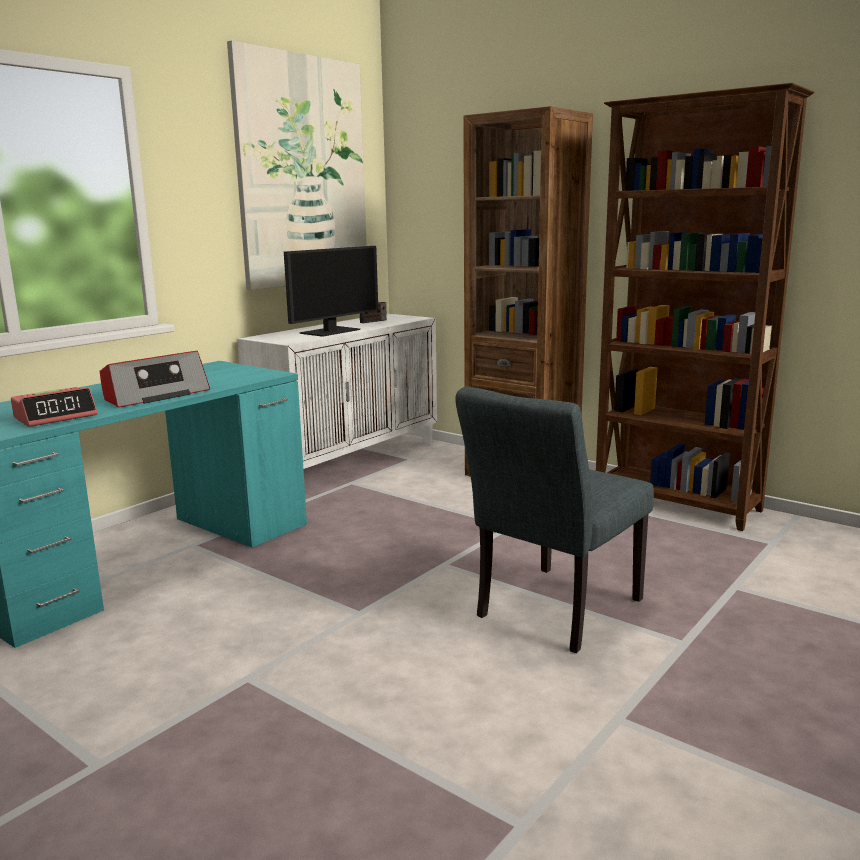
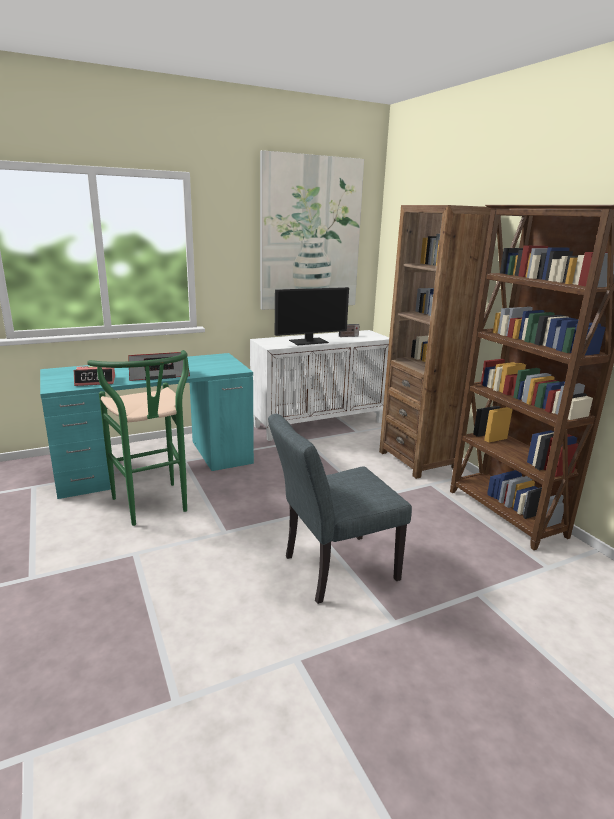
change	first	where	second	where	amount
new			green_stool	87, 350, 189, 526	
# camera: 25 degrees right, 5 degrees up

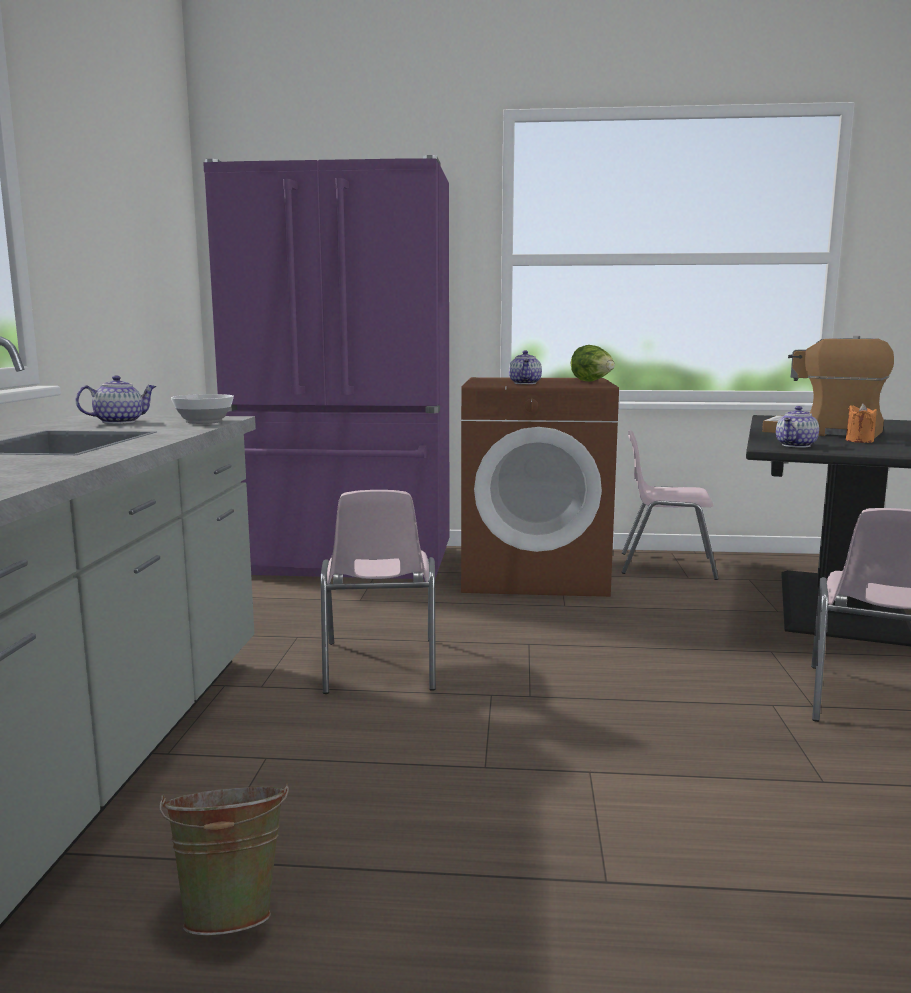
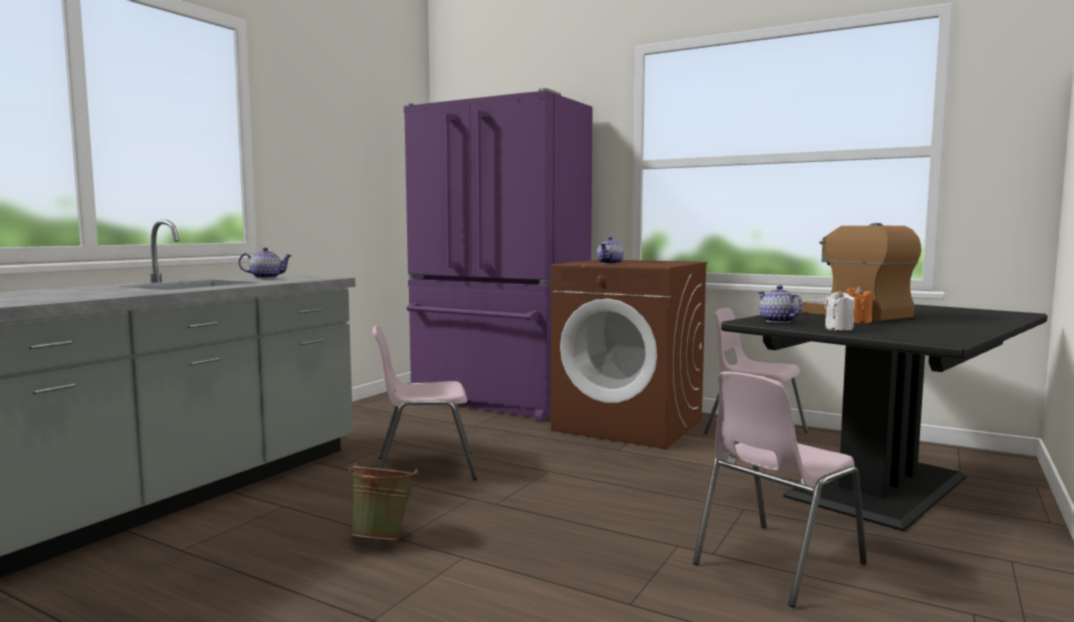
change	first	where	second	where	amount
gone	bowl	171, 394, 234, 424			
gone	lettuce	571, 345, 615, 382			
new			white_candle	825, 290, 855, 331	
shifted	green_bucket	159, 783, 289, 935		349, 463, 418, 540	
rotated	pink_chair	320, 490, 436, 694		373, 325, 477, 480	60 degrees clockwise
rotated	teapot	776, 406, 819, 448		758, 285, 803, 323	90 degrees clockwise
# camera: 25 degrees right, 5 degrees down

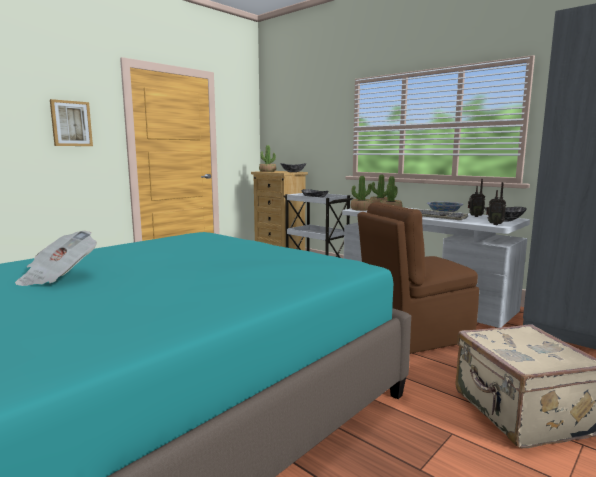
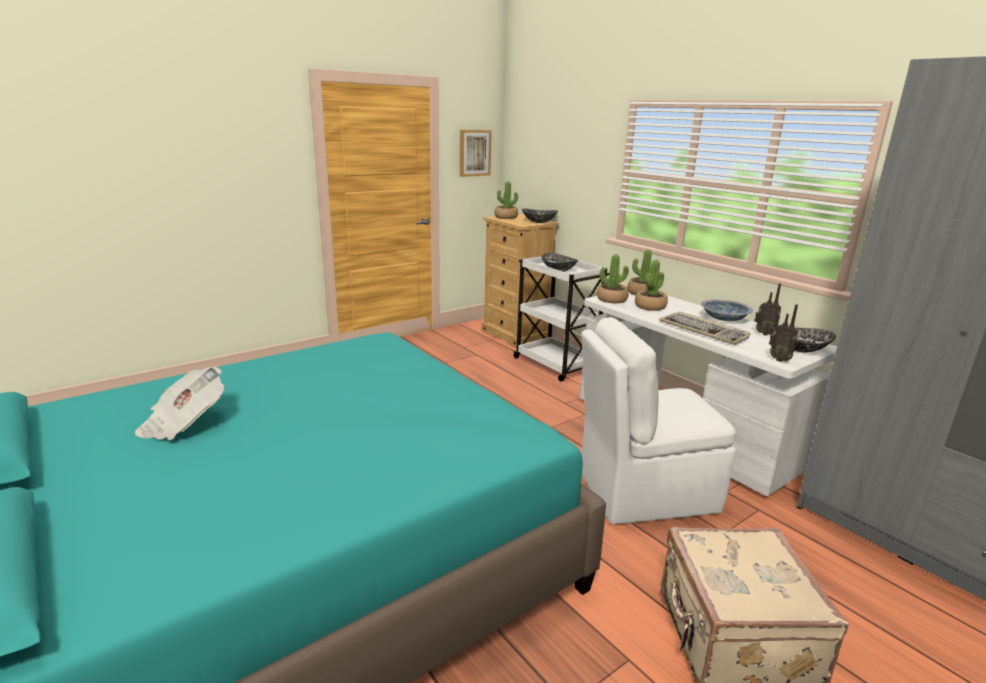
change	first	where	second	where	amount
shifted	picture	50, 99, 93, 146		460, 130, 492, 177	
repainted	brown_chair	357, 202, 479, 354	white_chair	581, 317, 736, 525	
# camera: 10 degrees right, 10 degrees up

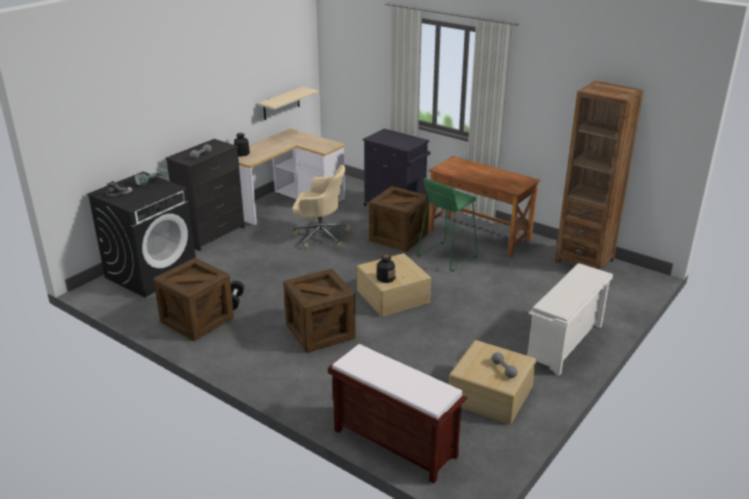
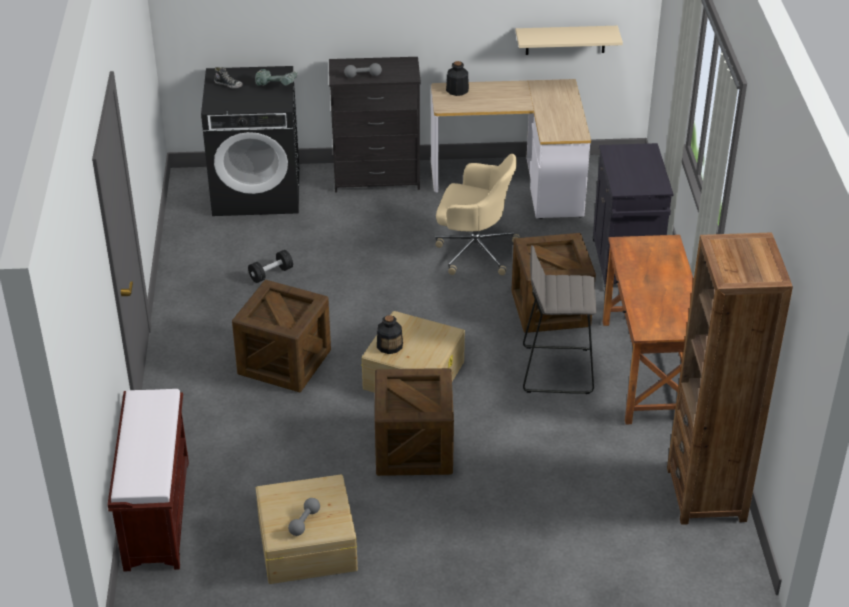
change	first	where	second	where	amount
gone	white_shoe_rack	527, 263, 613, 376			
shifted	crate	153, 258, 234, 341		375, 368, 454, 476	
repainted	green_stool	416, 178, 477, 272	grey_stool	523, 245, 597, 394	
rotated	beige_office_chair	292, 165, 351, 250		435, 154, 520, 275	45 degrees counterclockwise
# camera: 50 degrees right, 10 degrees up

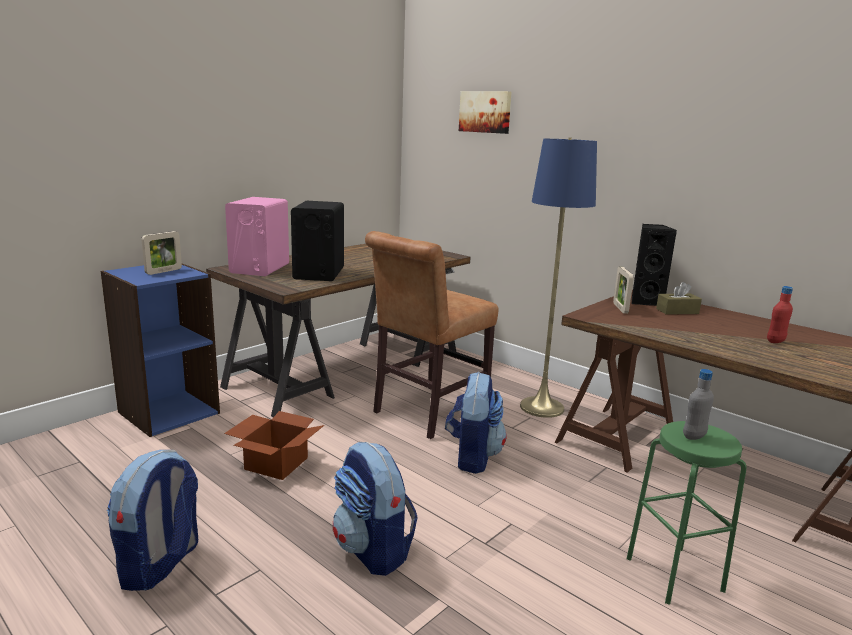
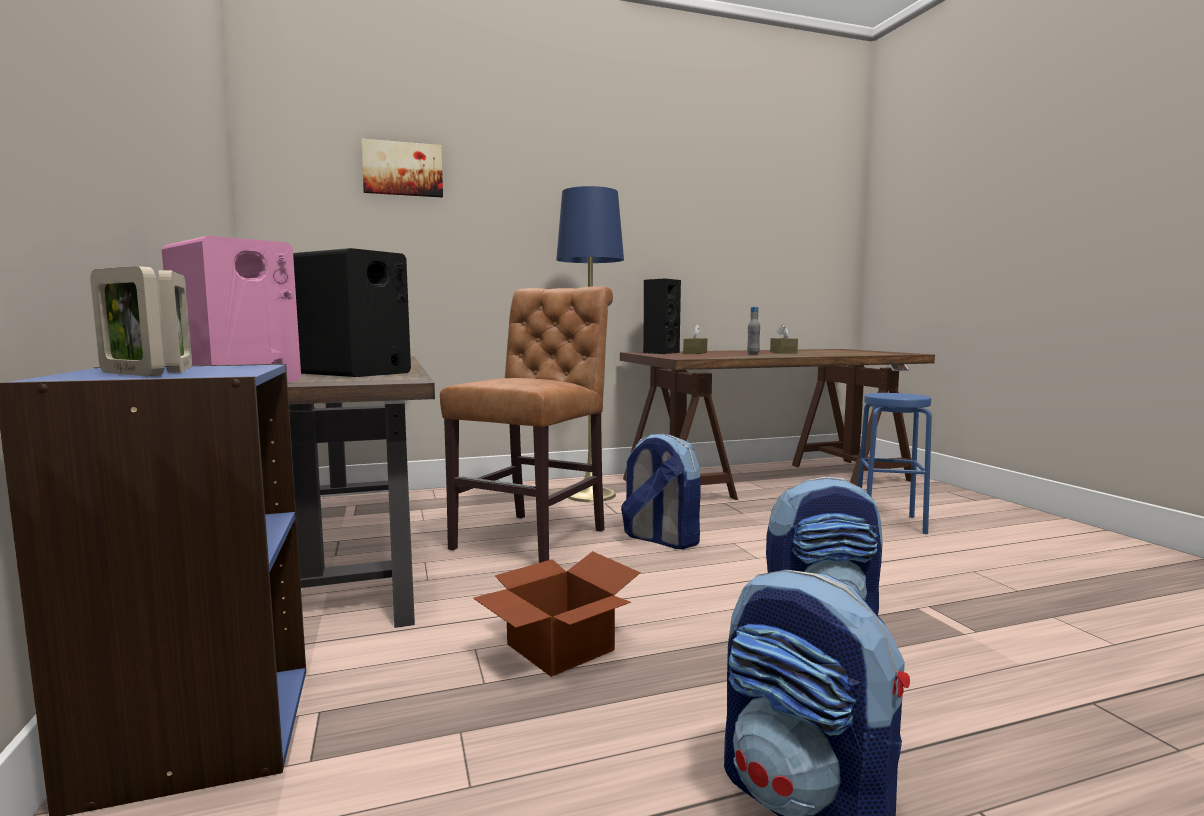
change	first	where	second	where	amount
shifted	picture_frame	613, 267, 634, 314		90, 266, 164, 376	
shifted	grey_bottle	683, 369, 714, 440		747, 307, 760, 355	
swapped	red_bottle	767, 286, 793, 343	brown_tissue_box	770, 325, 798, 354	
repainted	green_stool	627, 421, 747, 605	blue_stool	857, 393, 932, 534	
rotated	brown_chair	365, 231, 499, 439		440, 287, 613, 563	135 degrees counterclockwise
# camera: 60 degrees left, 10 degrees down

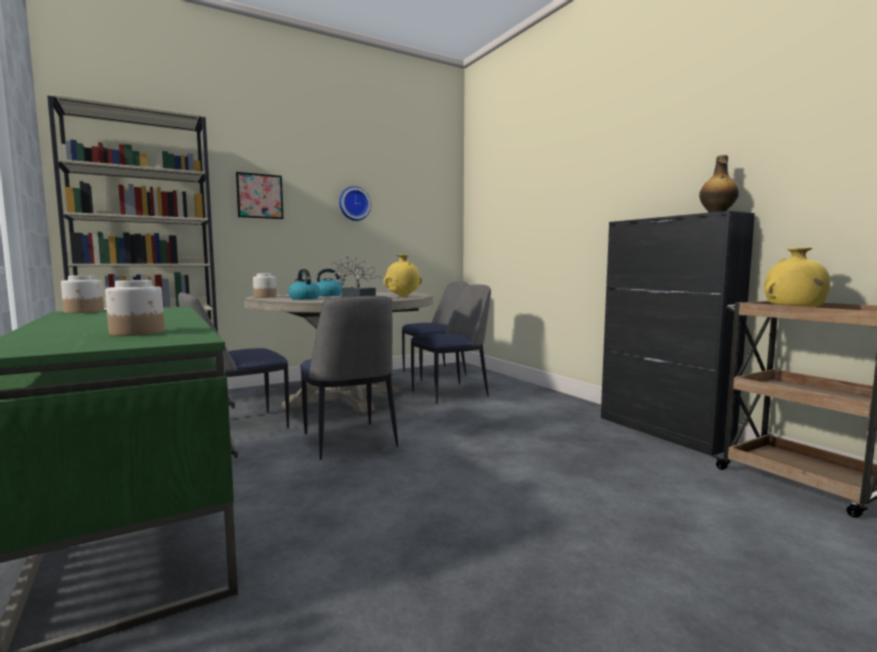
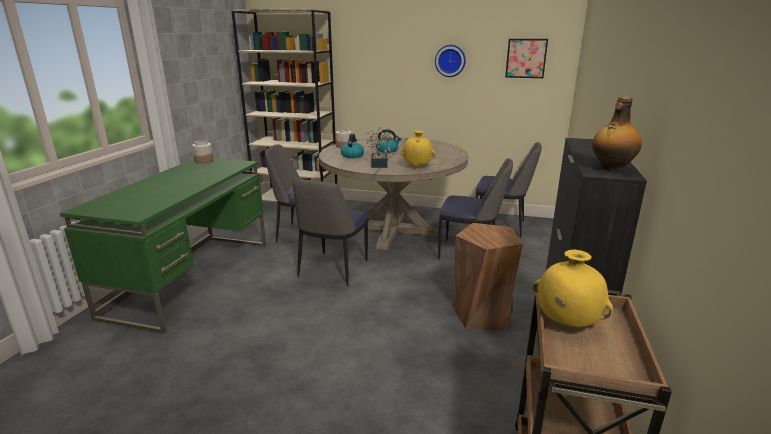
change	first	where	second	where	amount
gone	jar	105, 280, 165, 336			
new			brown_stool	453, 223, 523, 331	
shifted	picture	236, 172, 283, 219		505, 39, 548, 78	
# camera: 45 degrees right, 15 degrees up

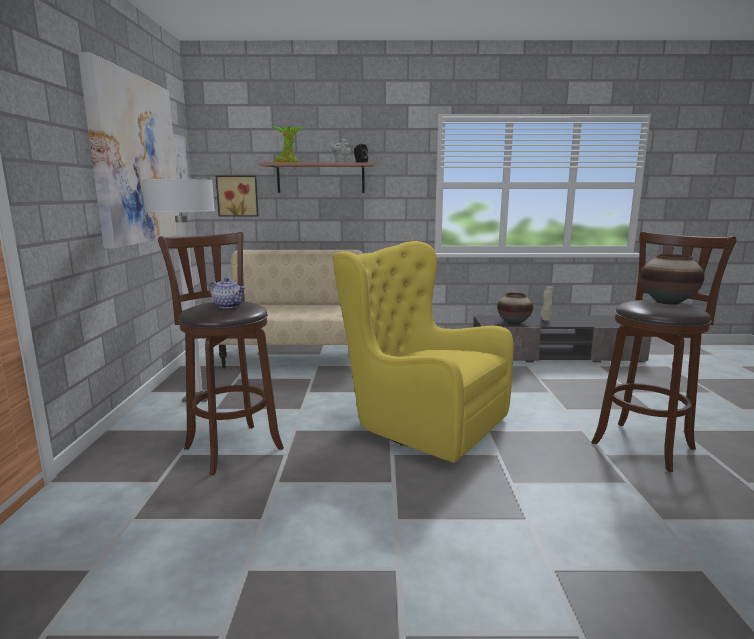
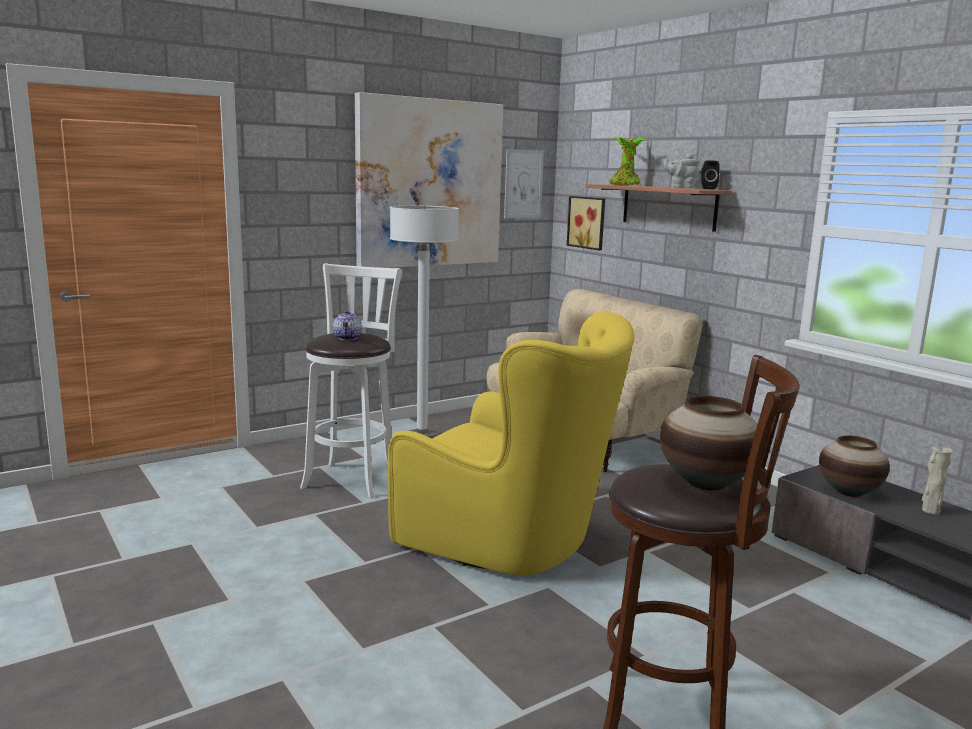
change	first	where	second	where	amount
repainted	brown_stool	158, 232, 284, 475	white_stool	300, 263, 402, 499	
rotated	yellow_armchair	332, 241, 514, 463		388, 312, 635, 575	120 degrees clockwise
# camera: 55 degrees right, 0 degrees up

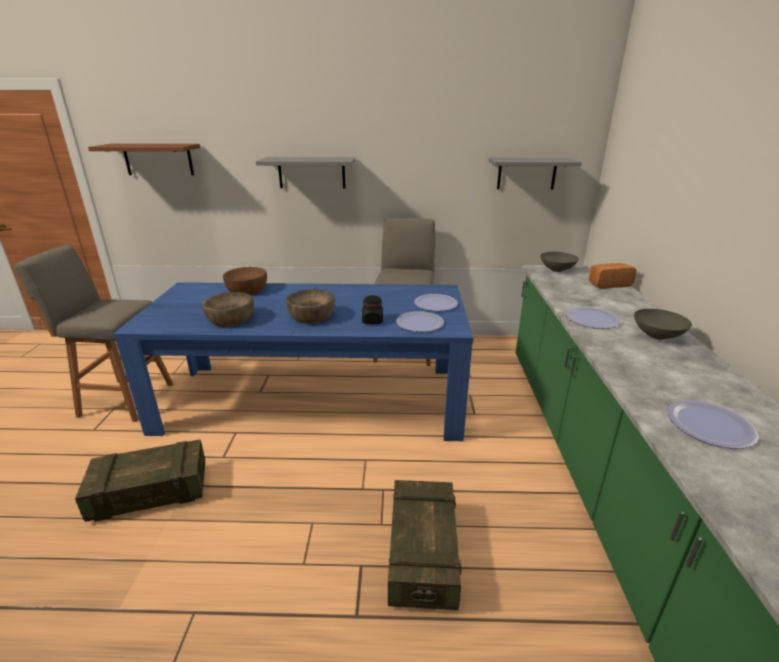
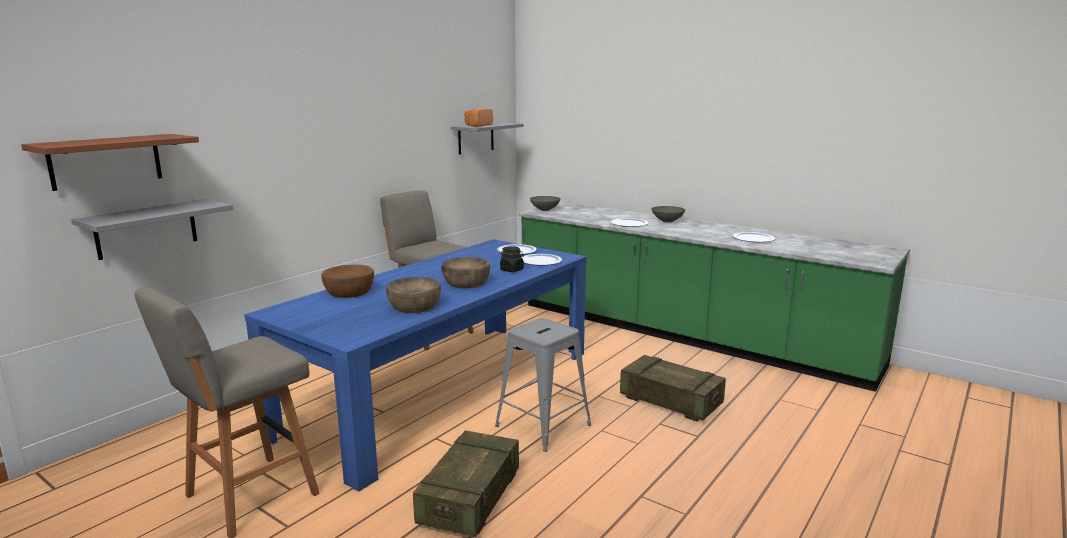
change	first	where	second	where	amount
new			grey_stool	495, 318, 591, 452	
shifted	grey_shelf	256, 157, 356, 189		71, 199, 233, 260	
shifted	bread	589, 263, 637, 289		464, 108, 493, 127	
# camera: 55 degrees left, 10 degrees down

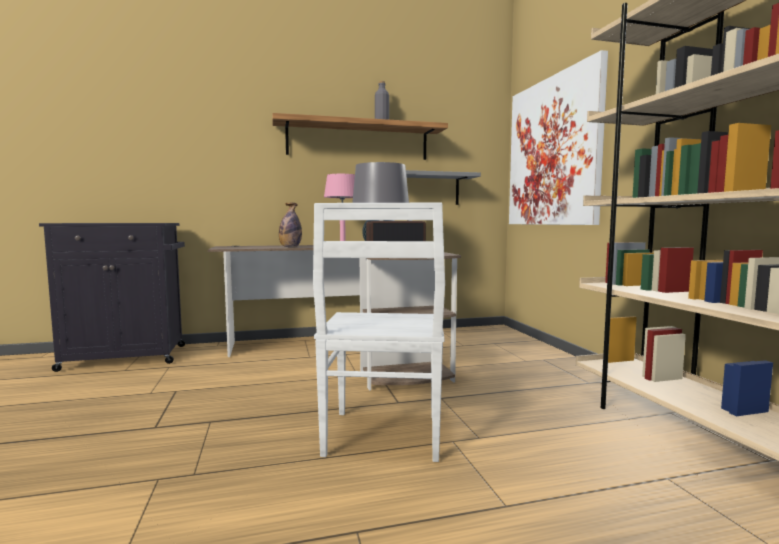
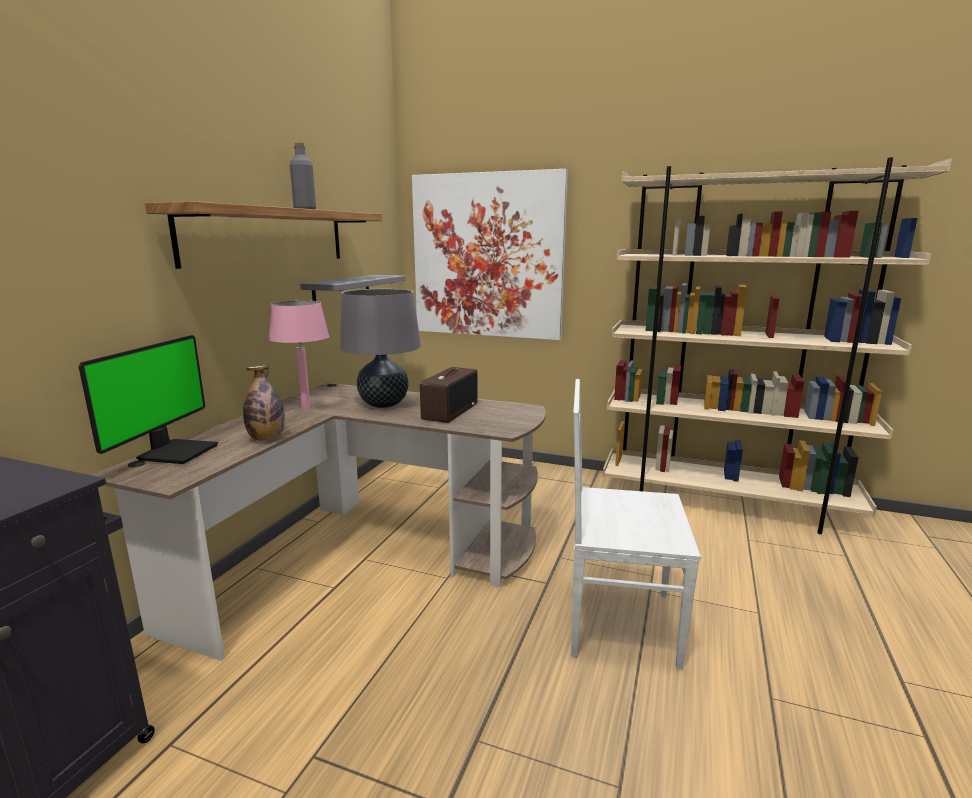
change	first	where	second	where	amount
new			monitor	78, 335, 218, 464	
rotated	white_chair	313, 203, 445, 462		571, 379, 701, 670	150 degrees clockwise
# camera: 55 degrees left, 10 degrees up

